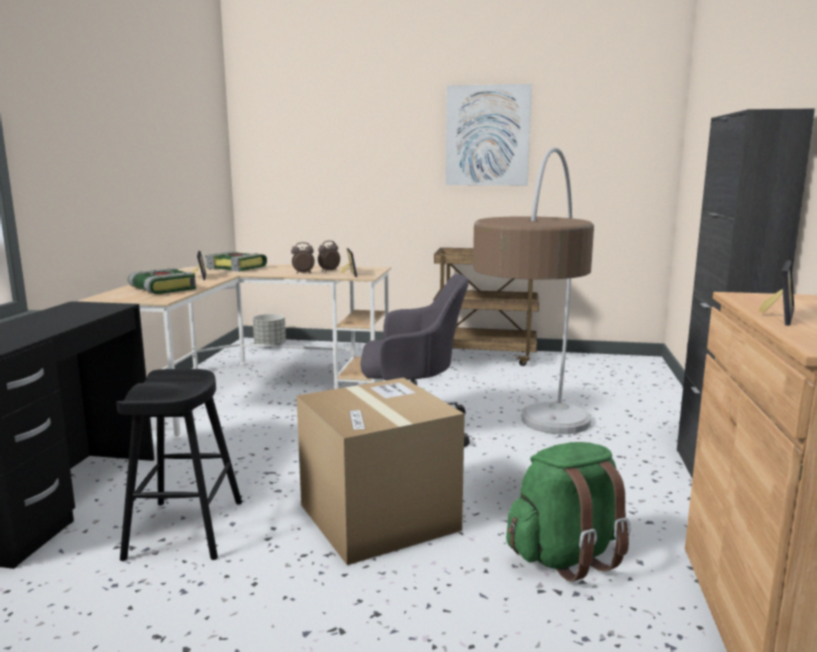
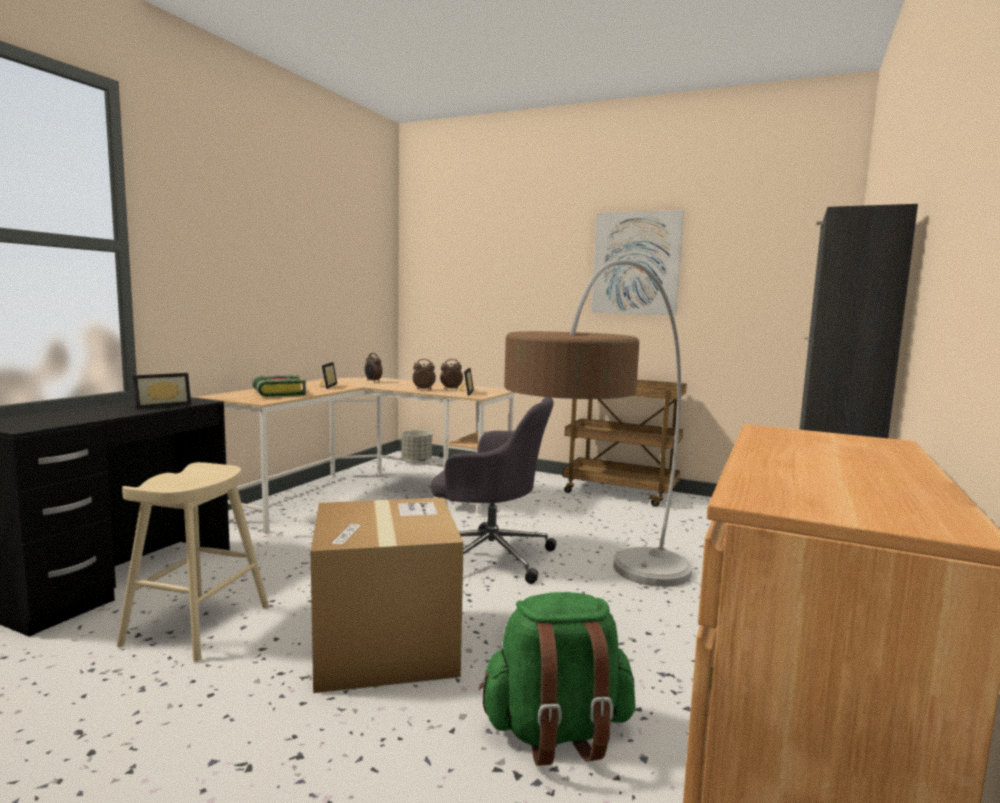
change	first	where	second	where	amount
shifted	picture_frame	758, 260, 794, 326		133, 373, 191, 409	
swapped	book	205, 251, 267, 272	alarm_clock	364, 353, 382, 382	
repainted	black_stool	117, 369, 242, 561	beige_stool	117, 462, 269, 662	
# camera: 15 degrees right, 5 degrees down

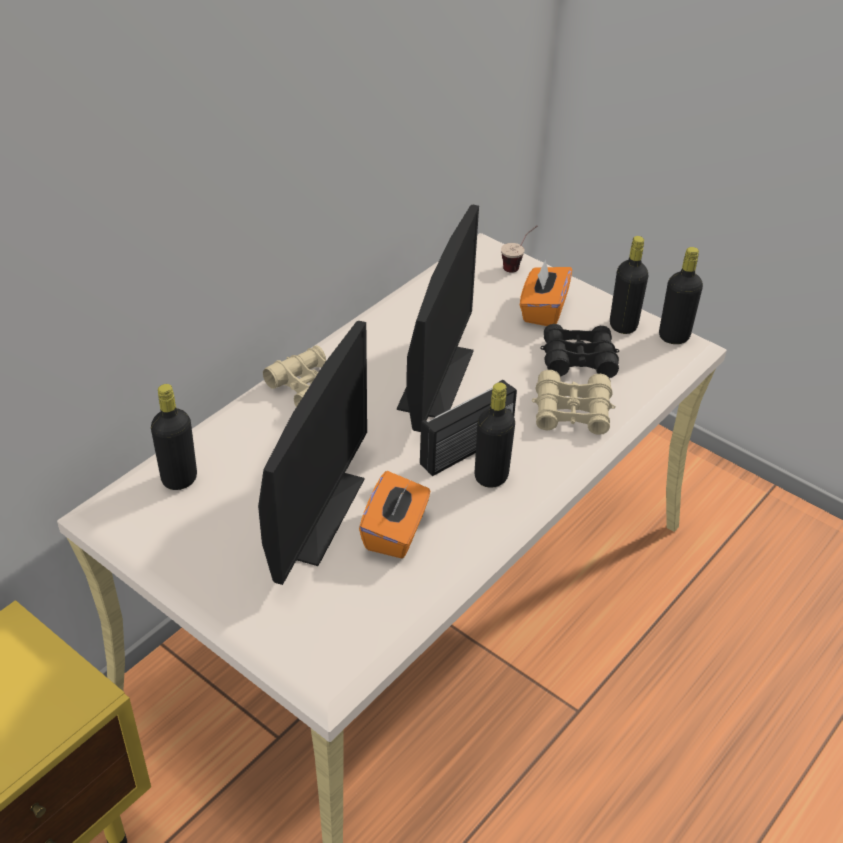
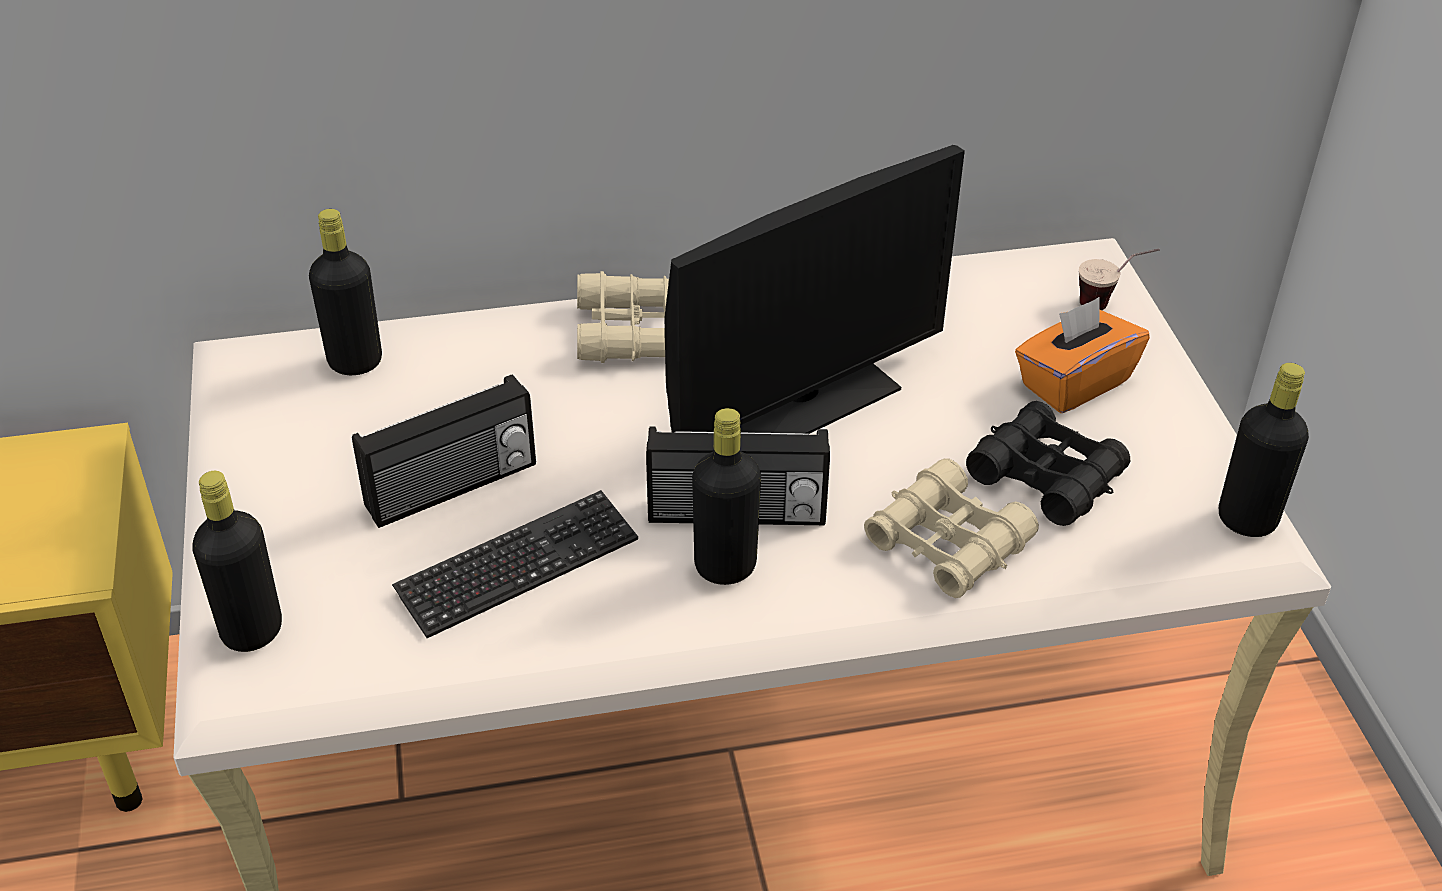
change	first	where	second	where	amount
shifted	black_bottle	610, 236, 648, 334		192, 471, 282, 652	
swapped	monitor	258, 321, 367, 585	radio	352, 374, 536, 528	
swapped	orange_tissue_box	359, 471, 430, 559	keyboard	392, 490, 638, 638	
# camera: 40 degrees right, 0 degrees up

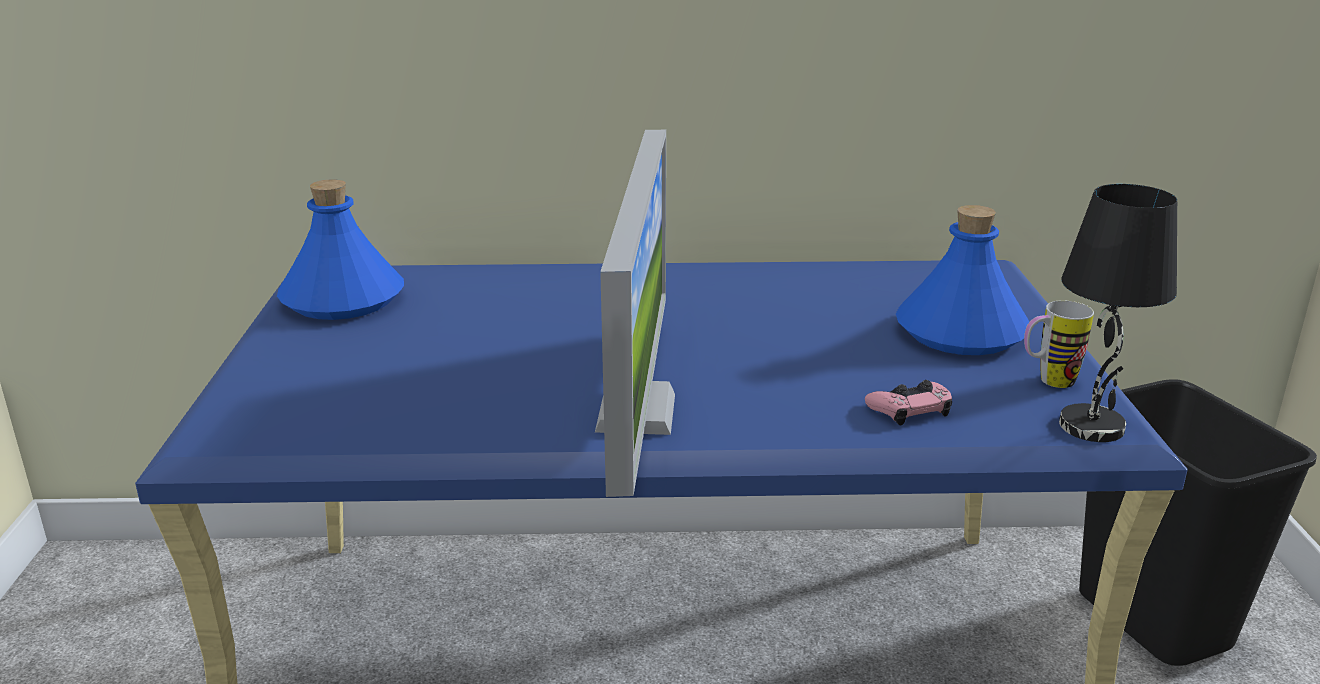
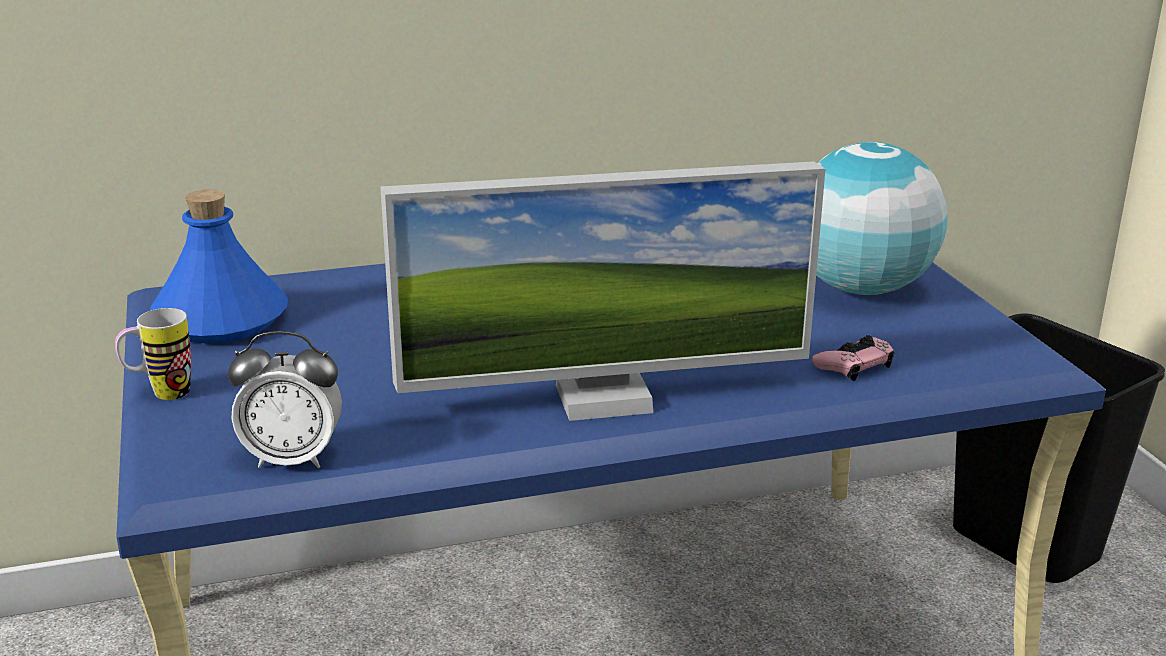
change	first	where	second	where	amount
gone	black_table_lamp	1059, 184, 1177, 442			
new			alarm_clock	228, 331, 342, 468	
shifted	mug	1024, 300, 1094, 388		115, 308, 191, 400	
swapped	blue_bottle	896, 205, 1029, 355	globe	816, 142, 948, 295	
rotated	monitor	595, 130, 675, 497		380, 161, 825, 421	90 degrees clockwise
# camera: 15 degrees left, 0 degrees up

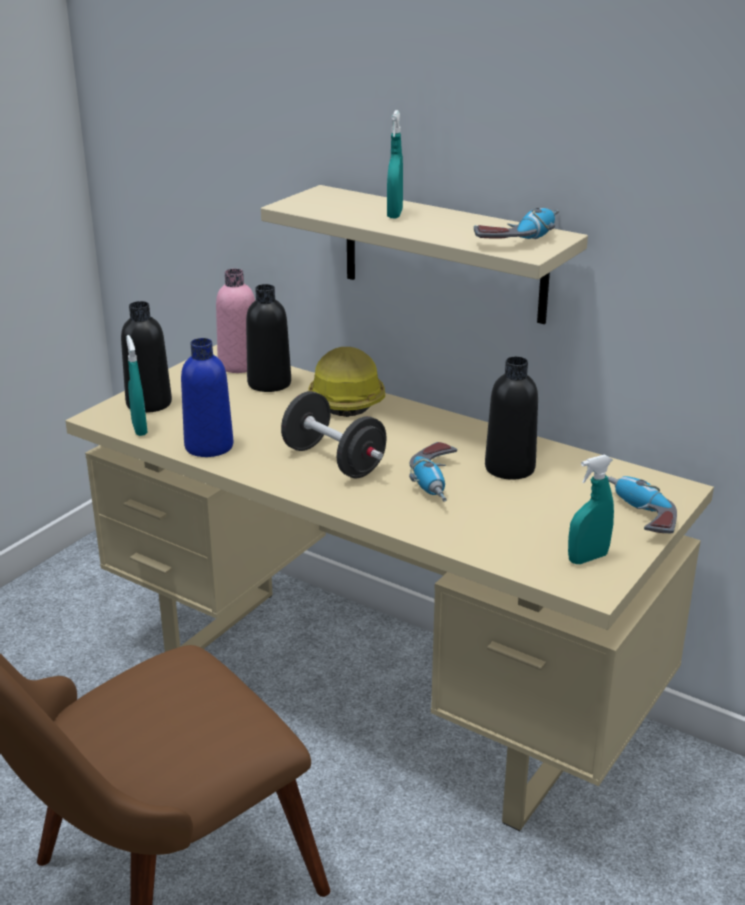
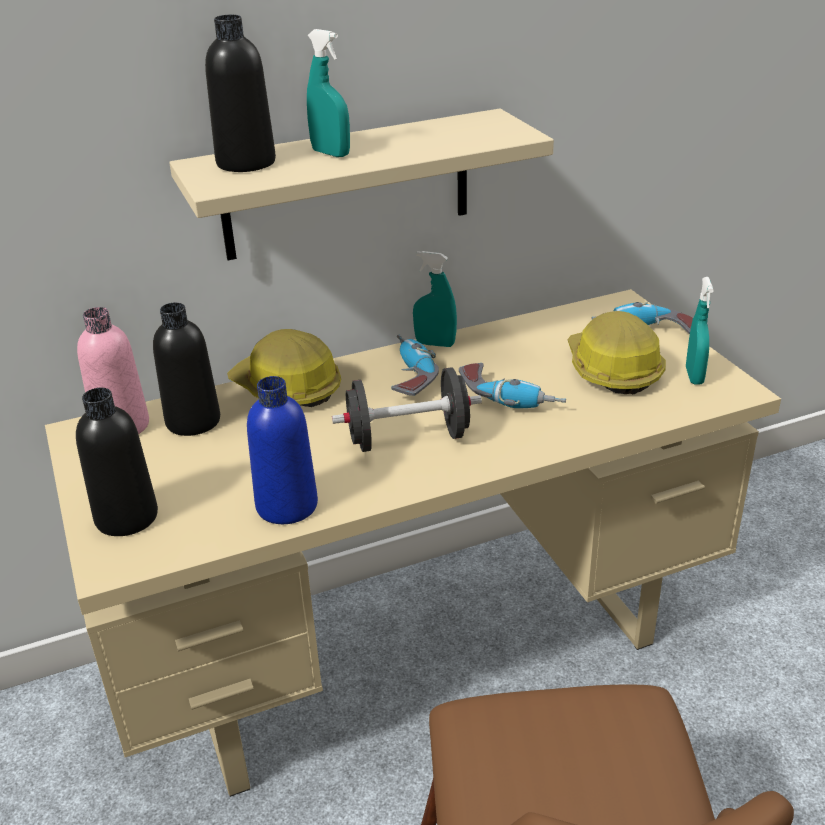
change	first	where	second	where	amount
new			hard_hat	568, 311, 666, 394	
shifted	turquoise_spray_bottle	126, 335, 148, 436		413, 251, 457, 347	
shifted	power_drill	474, 208, 559, 239		391, 335, 439, 396	
shifted	black_bottle	485, 357, 538, 480		205, 15, 276, 172	
# camera: 55 degrees left, 5 degrees up

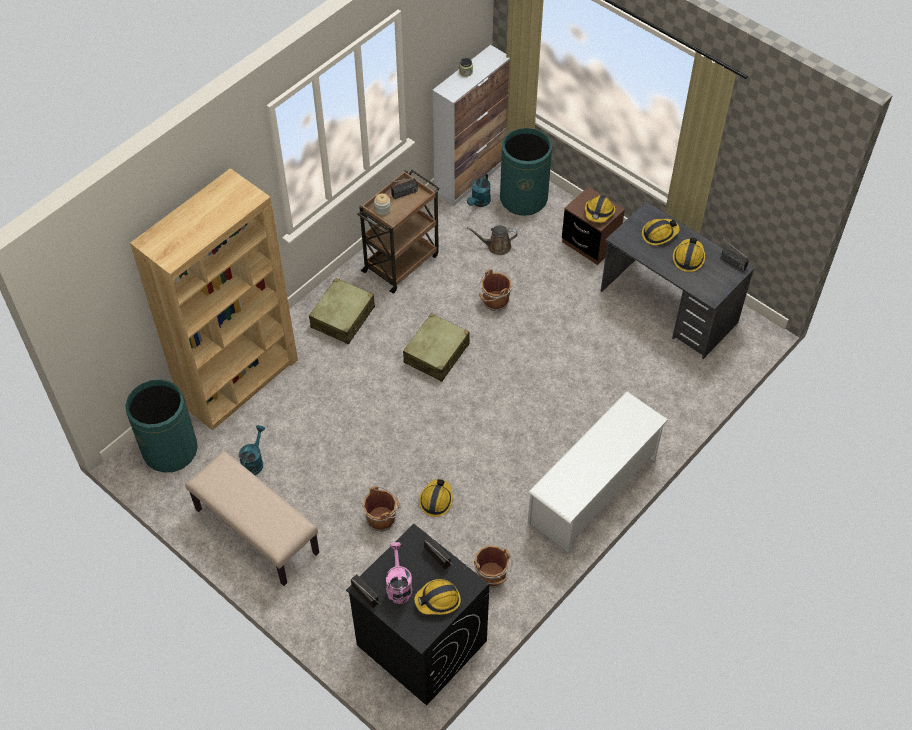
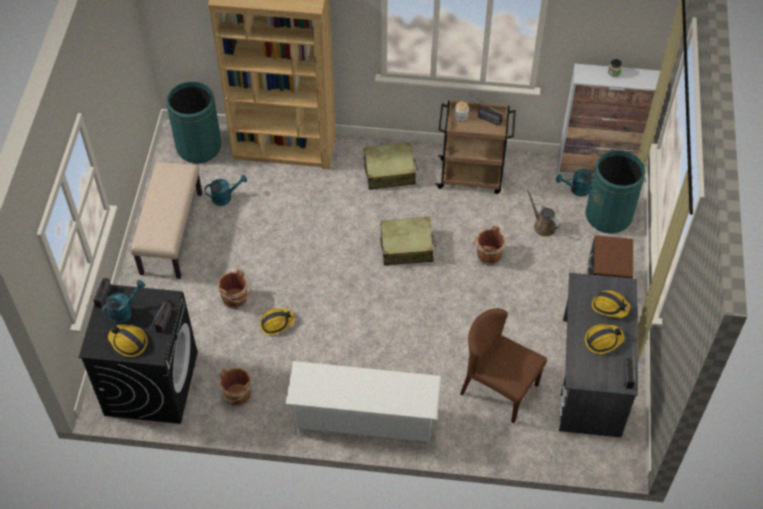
change	first	where	second	where	amount
gone	hard_hat	585, 195, 615, 223			
new			brown_chair	460, 308, 547, 423	
repainted	pink_watering_can	386, 542, 412, 604	turquoise_watering_can	101, 280, 145, 325	
# camera: 55 degrees right, 0 degrees up

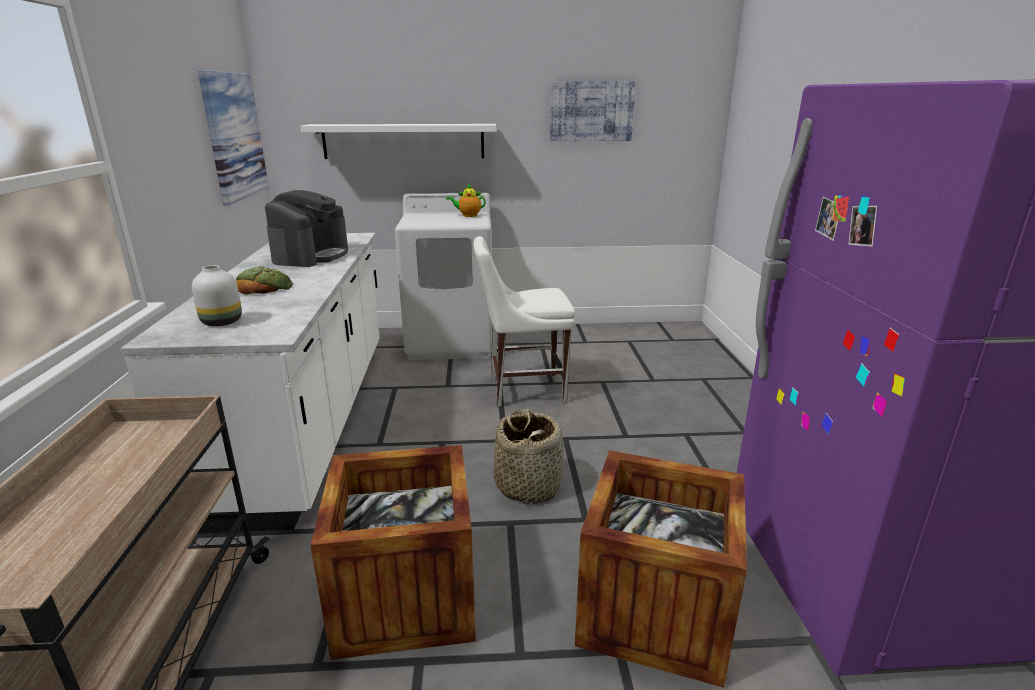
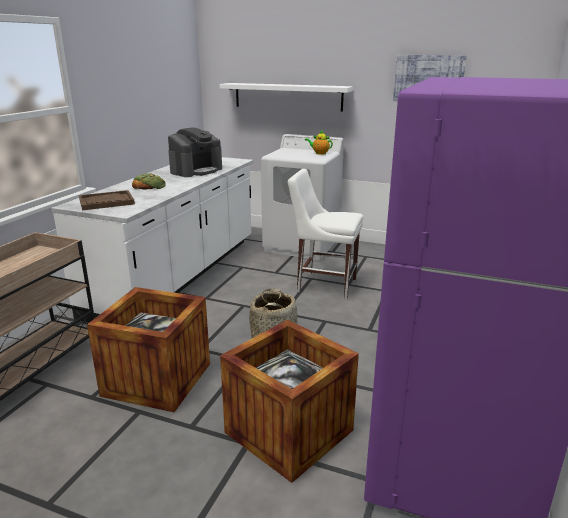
change	first	where	second	where	amount
gone	picture	198, 70, 269, 206			
swapped	white_vase	192, 265, 242, 326	brown_tray	79, 190, 135, 210	
# camera: 25 degrees right, 0 degrees up

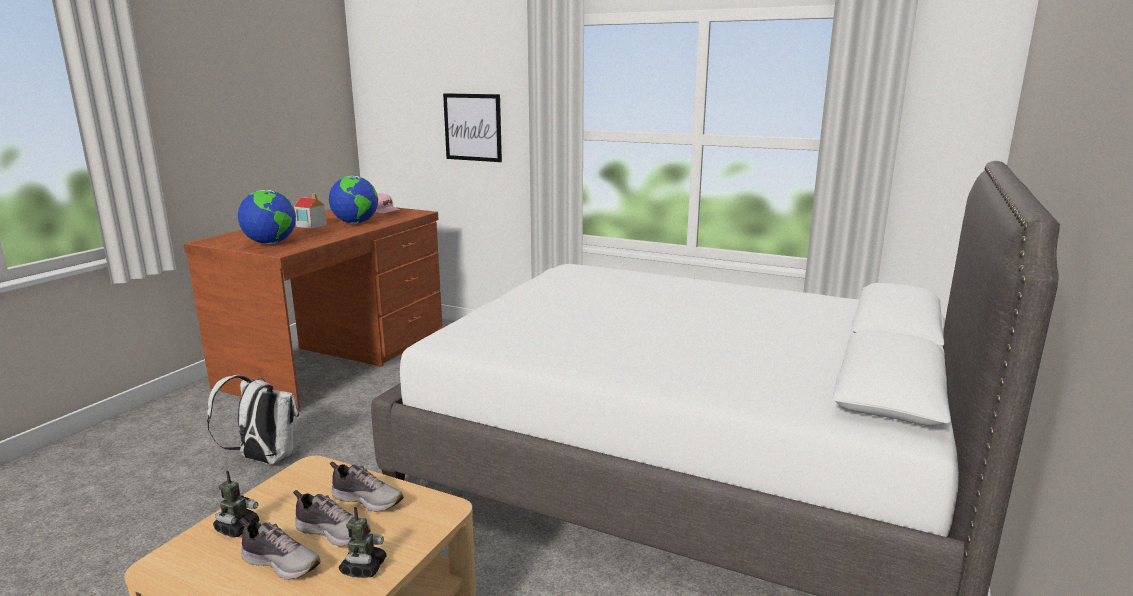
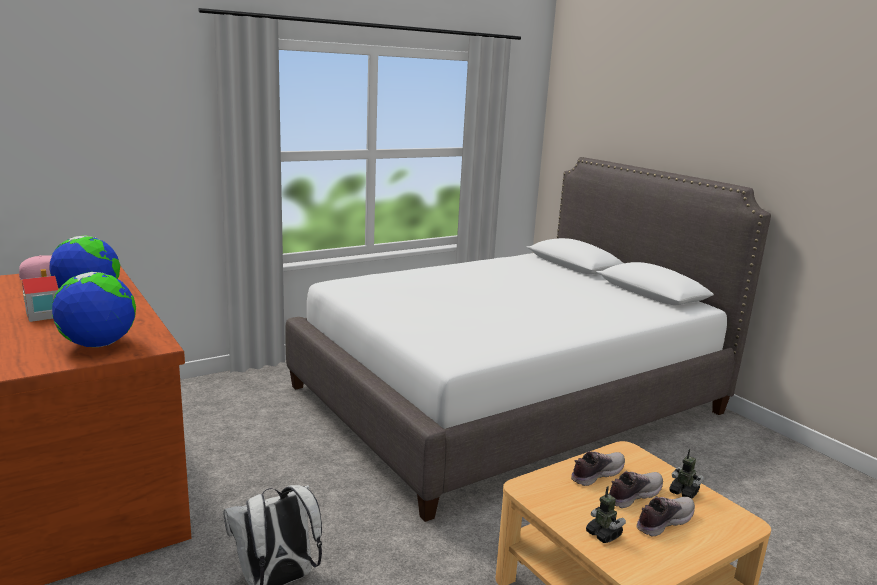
change	first	where	second	where	amount
gone	picture	443, 93, 502, 162			
# camera: 60 degrees left, 0 degrees up

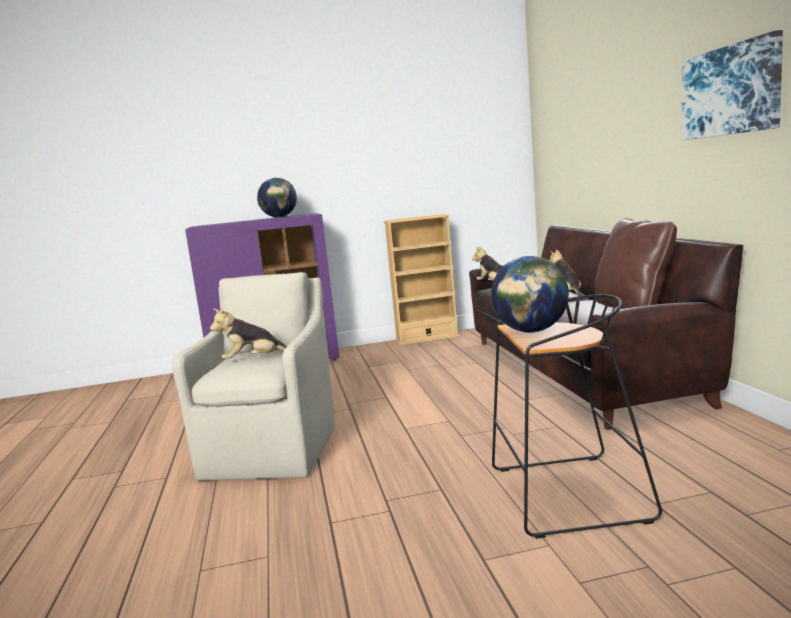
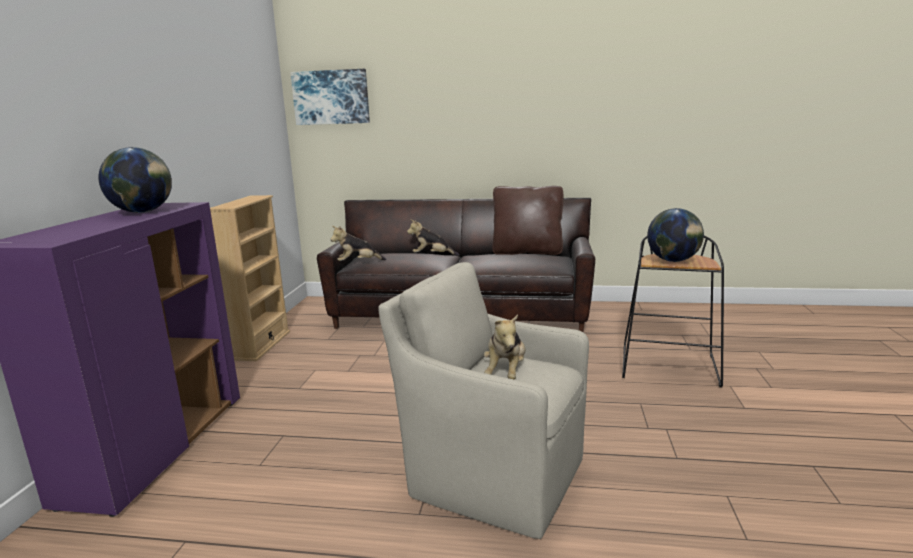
change	first	where	second	where	amount
shifted	picture	682, 30, 783, 140		290, 69, 370, 125	
# camera: 70 degrees left, 5 degrees up

